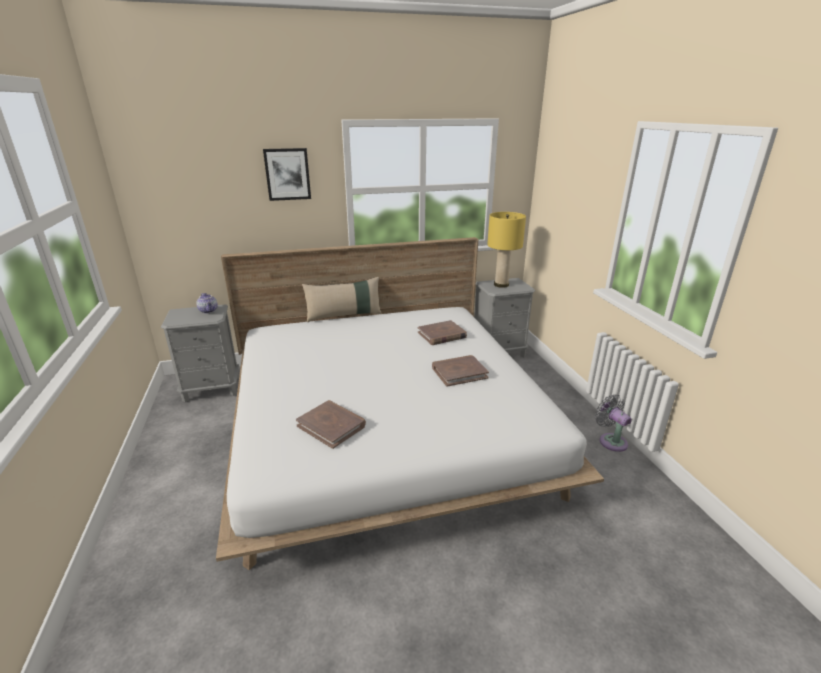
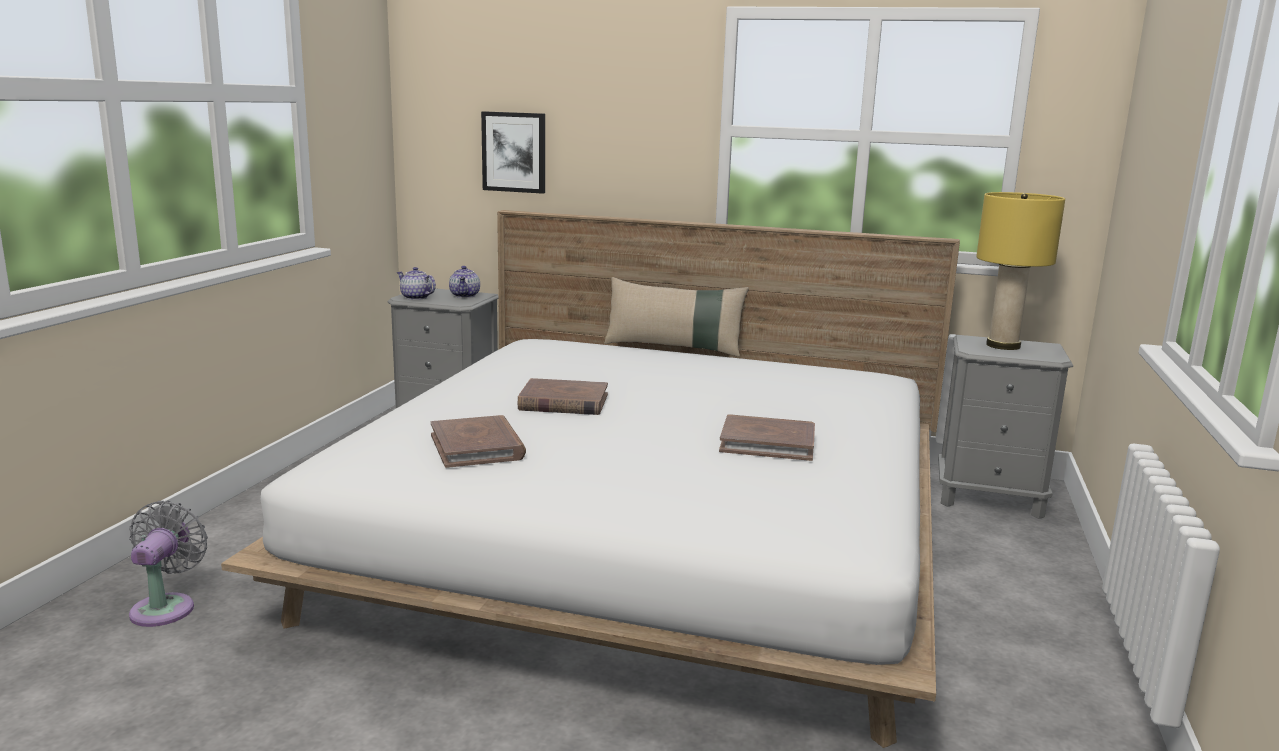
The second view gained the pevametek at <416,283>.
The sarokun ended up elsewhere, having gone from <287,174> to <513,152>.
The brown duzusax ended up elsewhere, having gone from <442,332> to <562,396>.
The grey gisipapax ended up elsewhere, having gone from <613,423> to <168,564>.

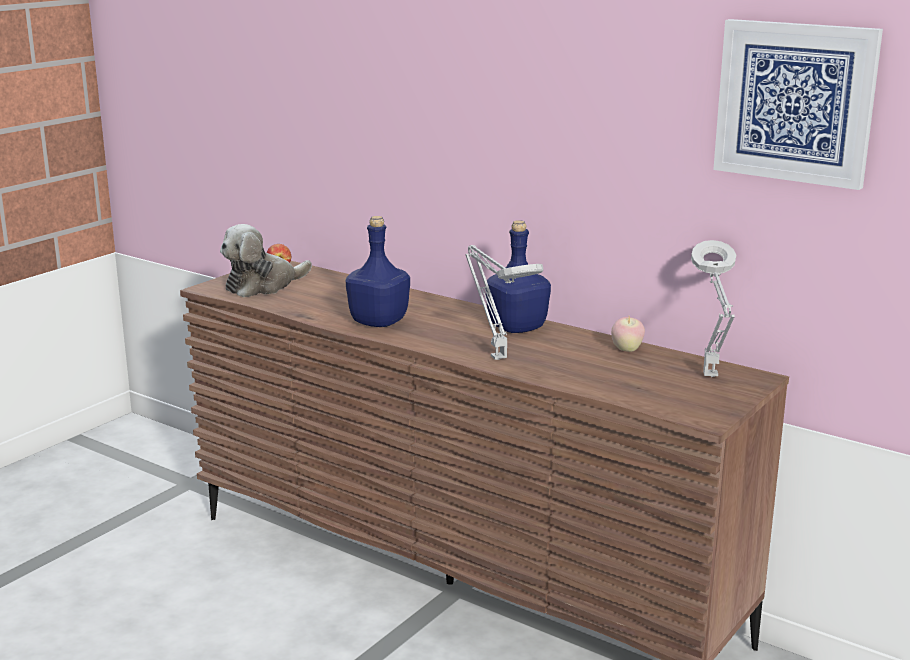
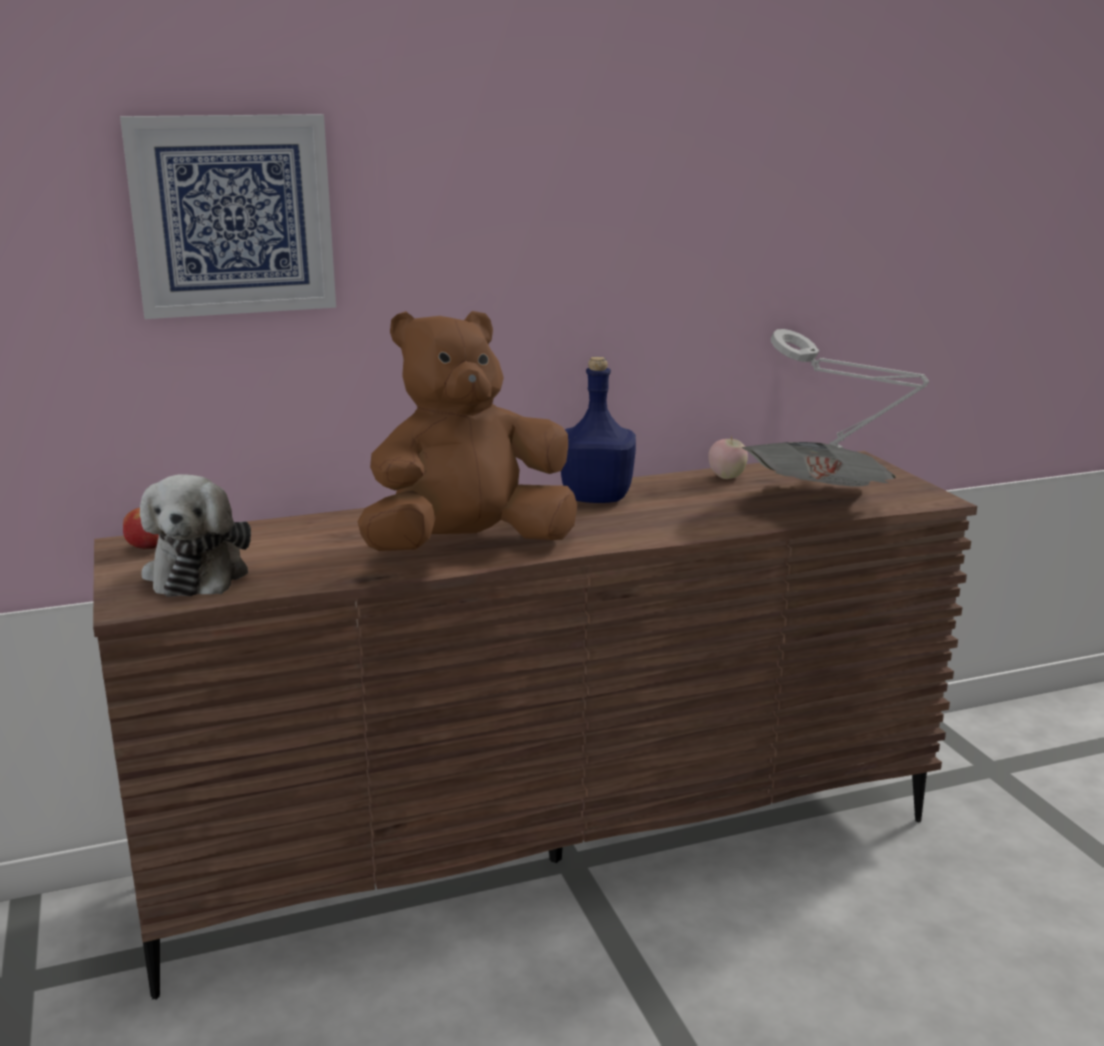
The second view lost the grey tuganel at <505,302>.
The second view gained the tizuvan at <819,464>.
The sarokun ended up elsewhere, having gone from <798,104> to <228,216>.
Where the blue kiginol stood at <378,271>, the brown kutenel came to stand at <467,431>.

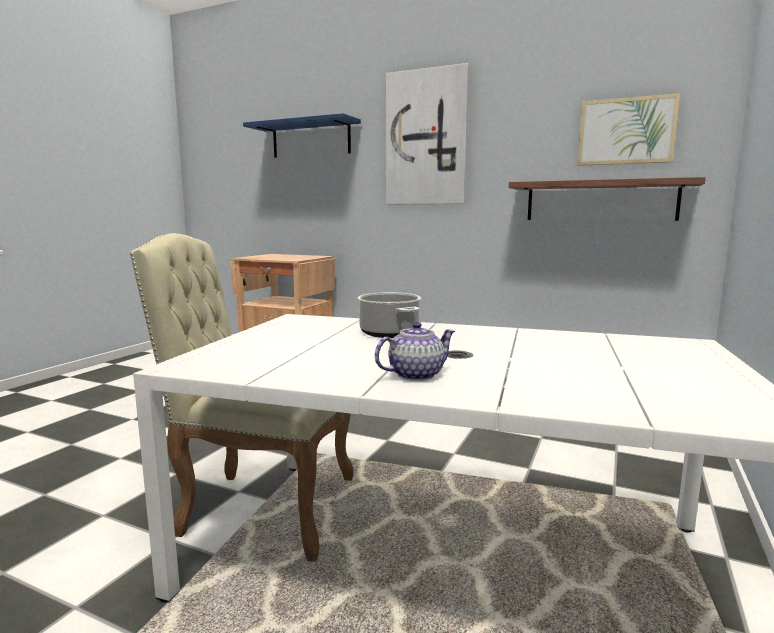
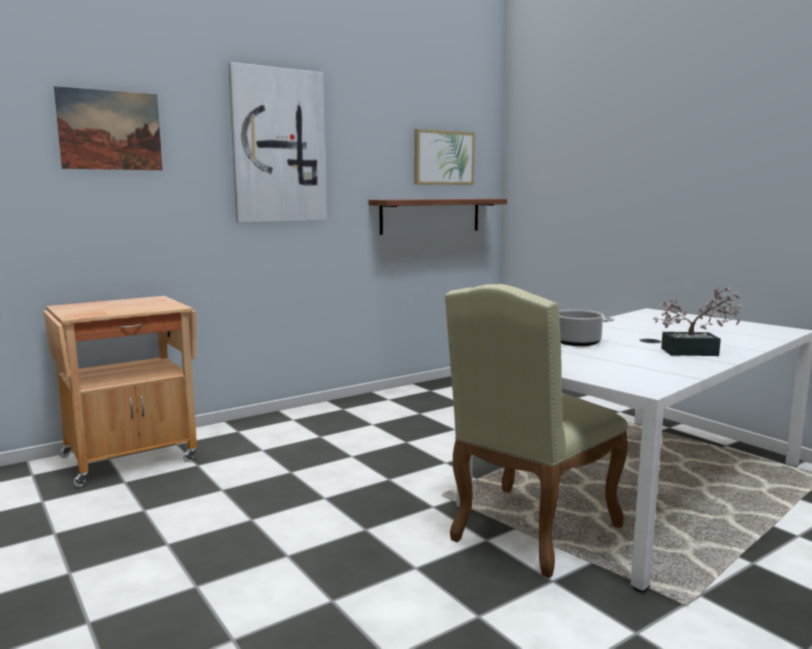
Where the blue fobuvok hung at <302,135>, the sarokun came to hang at <108,128>.
Where the pevametek stood at <415,351>, the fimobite came to stand at <697,321>.

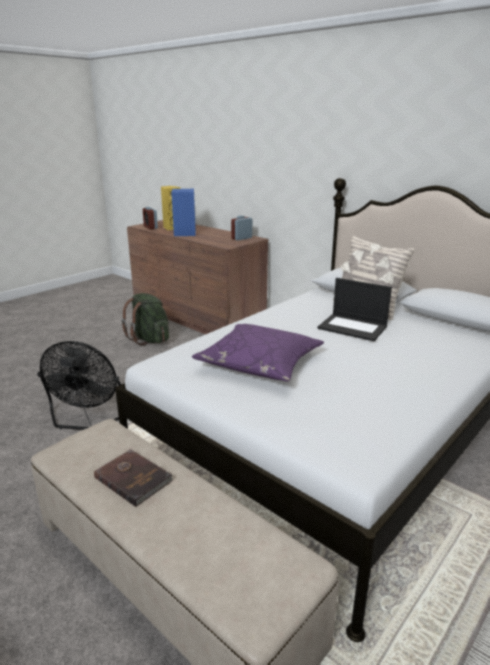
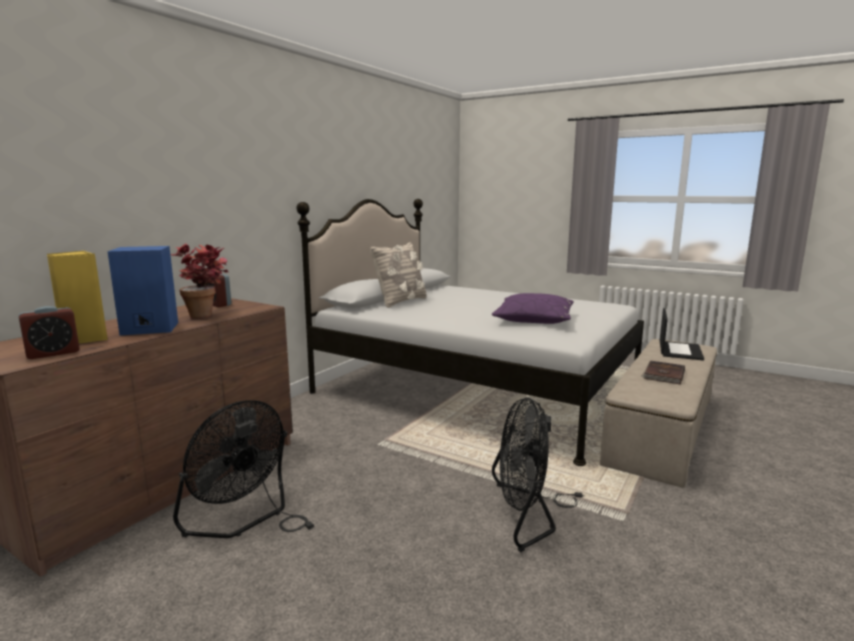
The second view gained the fimobite at <199,281>.
The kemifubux ended up elsewhere, having gone from <354,309> to <682,334>.
Where the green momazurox stood at <145,319>, the black gisipapax came to stand at <243,469>.

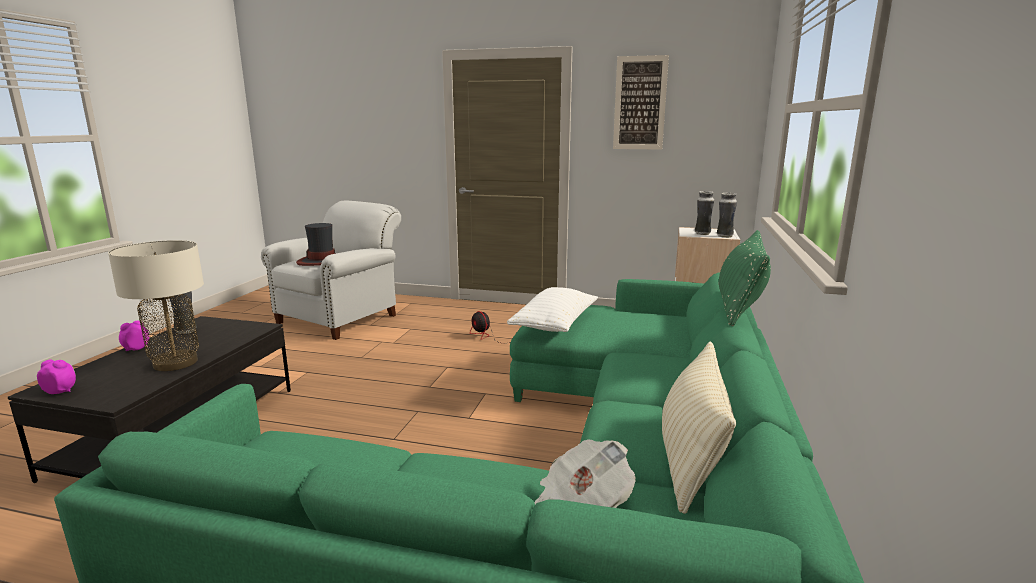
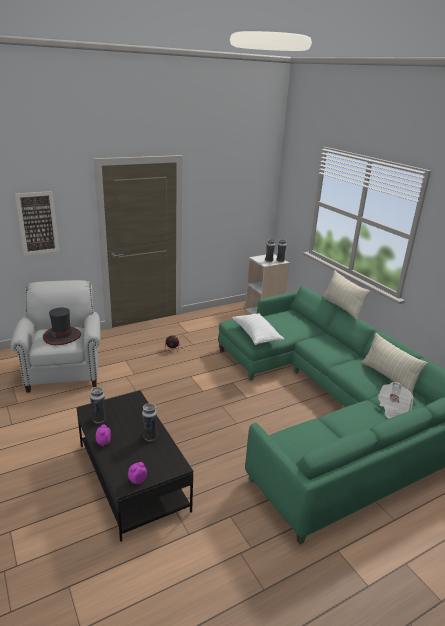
The sarokun ended up elsewhere, having gone from <641,102> to <37,223>.
Where the tuganel stood at <156,305>, the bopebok came to stand at <149,422>.
What was the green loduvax at <745,278> turned into the beige loduvax at <347,295>.

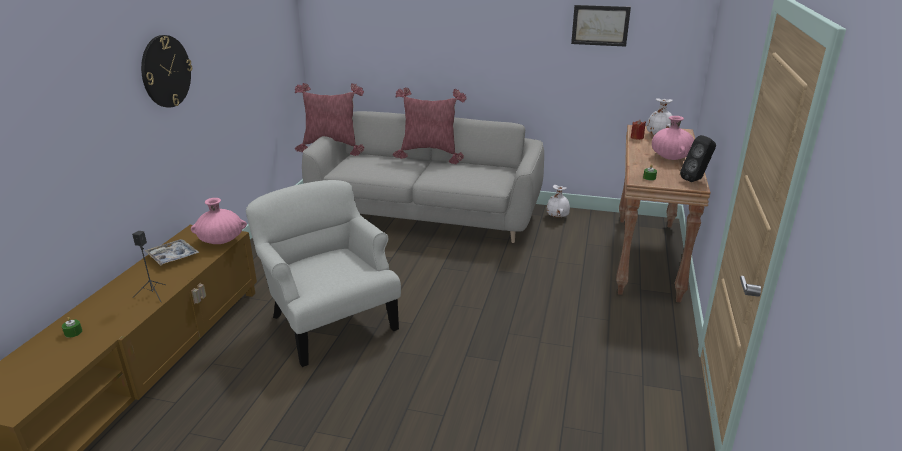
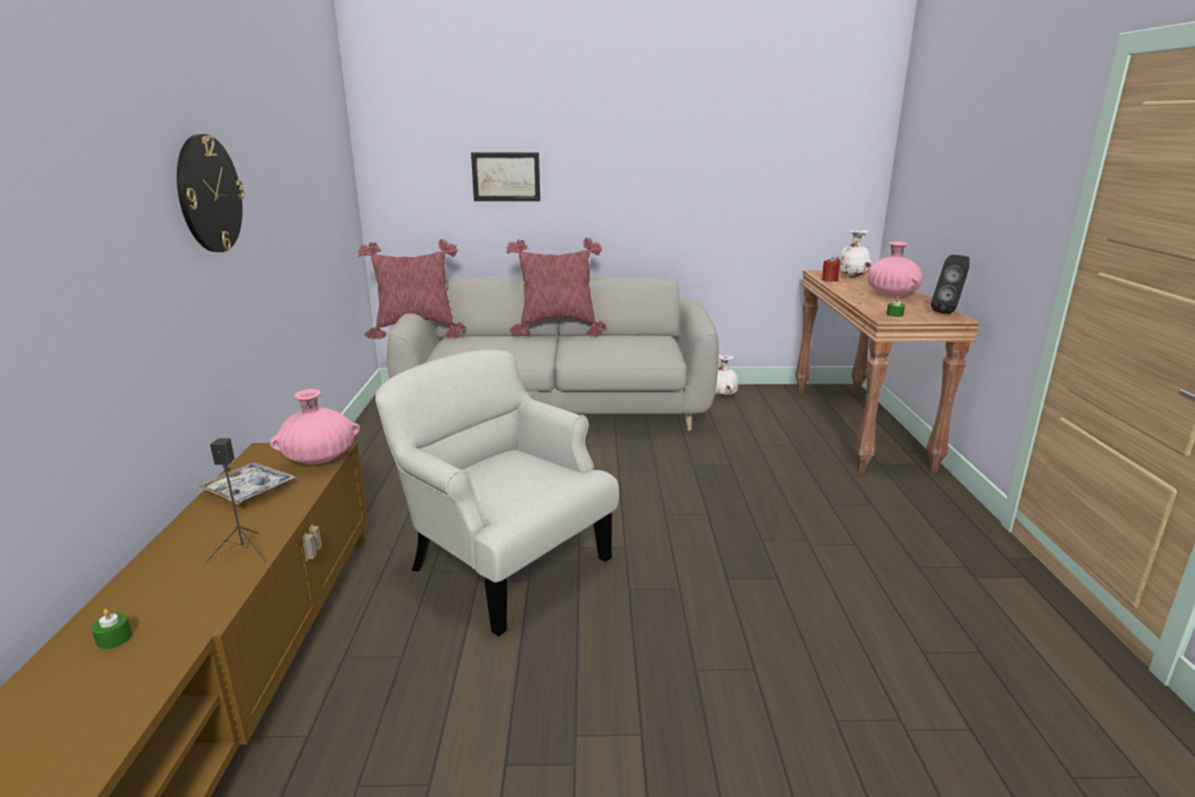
The sarokun ended up elsewhere, having gone from <601,26> to <505,176>.

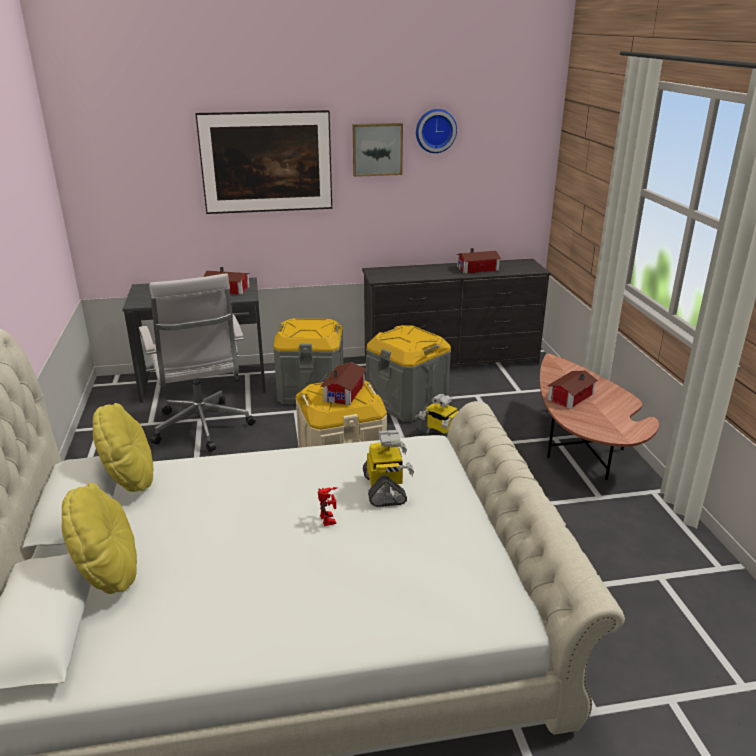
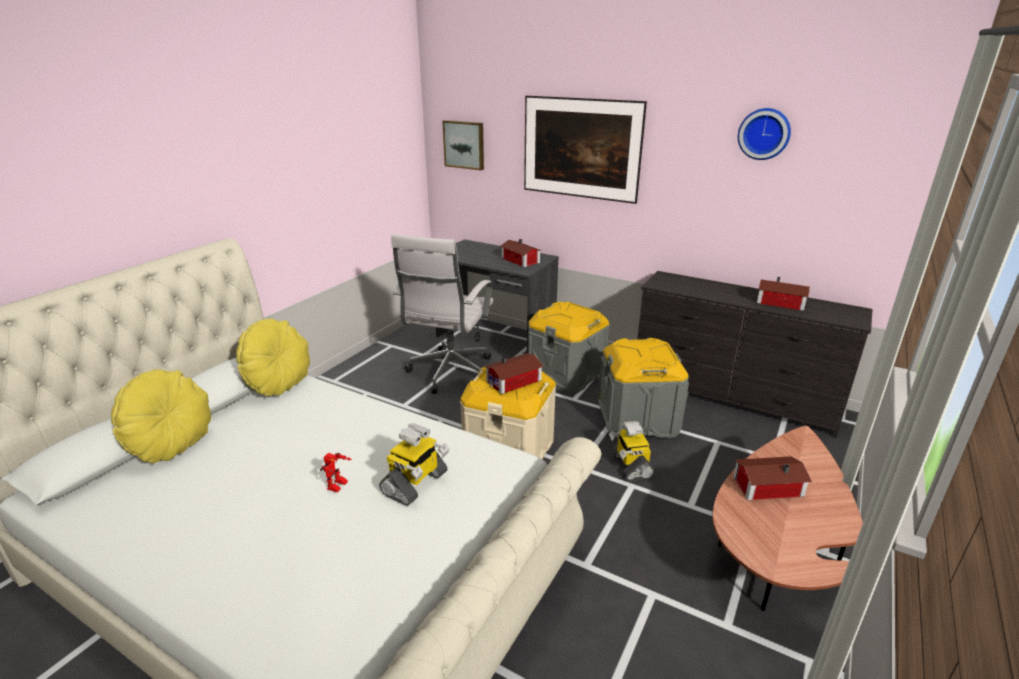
The sarokun ended up elsewhere, having gone from <378,150> to <463,145>.

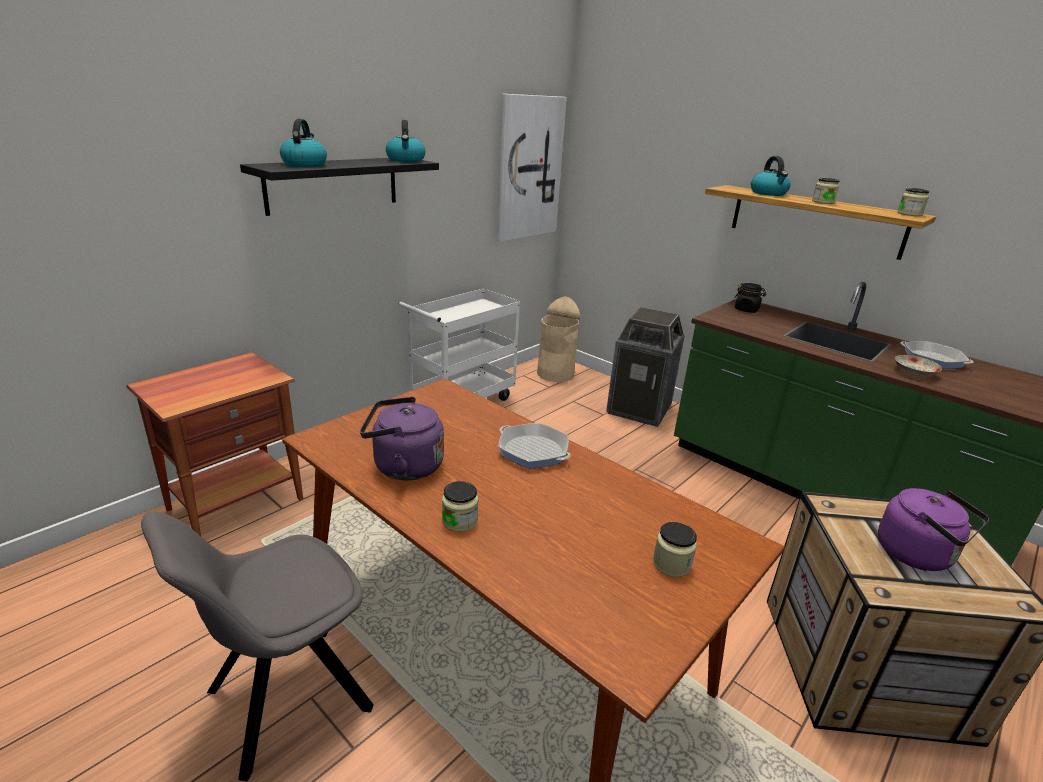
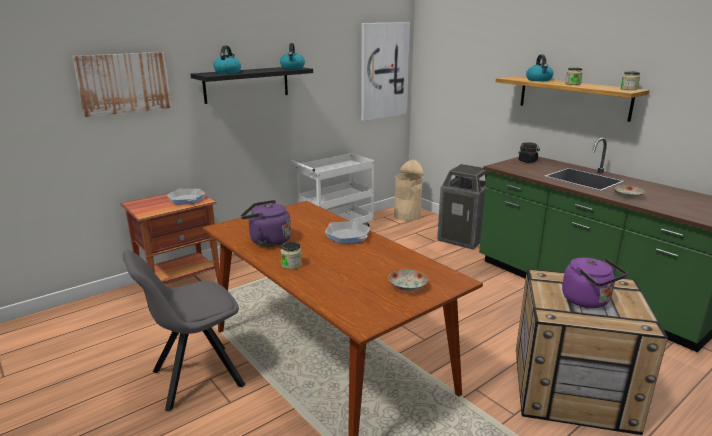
The second view gained the sarokun at <122,84>.
The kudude ended up elsewhere, having gone from <936,355> to <186,197>.
Where the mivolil stood at <675,549>, the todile came to stand at <408,280>.

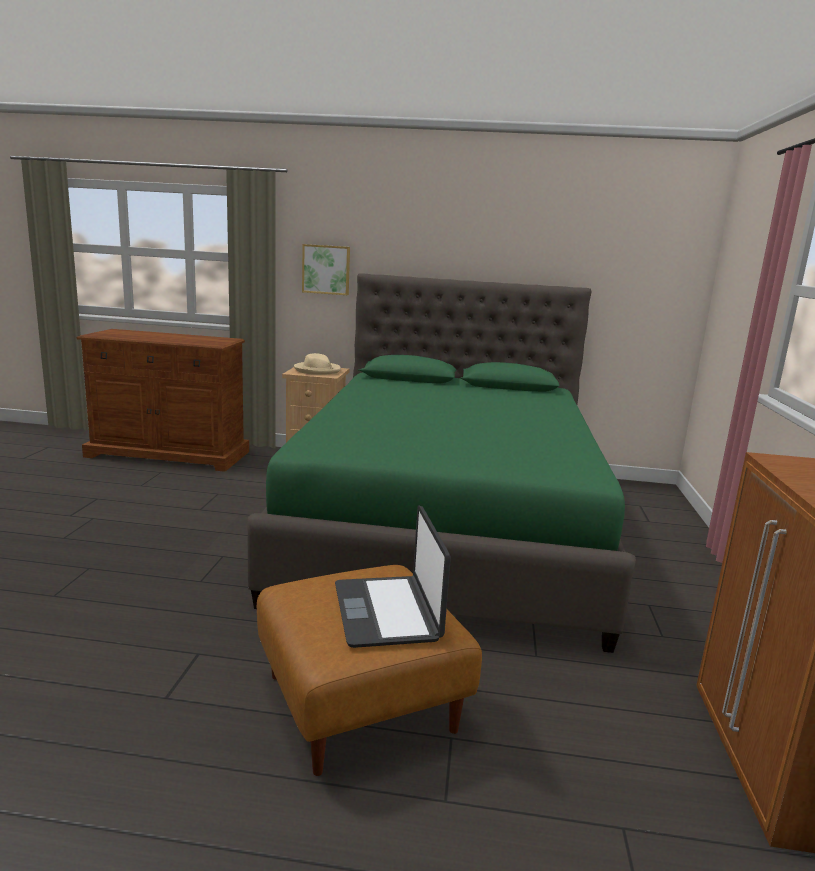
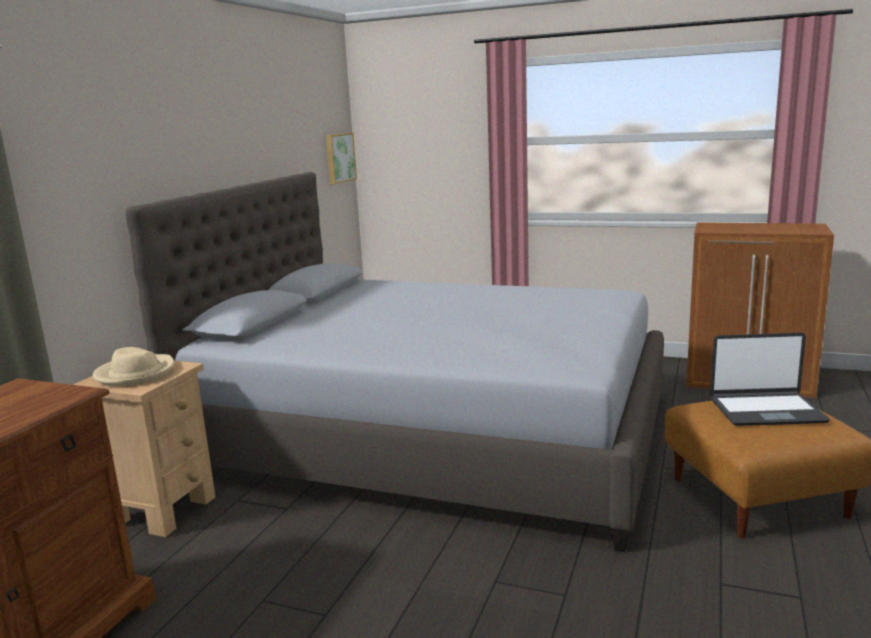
The sarokun ended up elsewhere, having gone from <326,269> to <341,158>.
What was the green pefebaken at <441,463> turned into the grey pefebaken at <395,362>.

